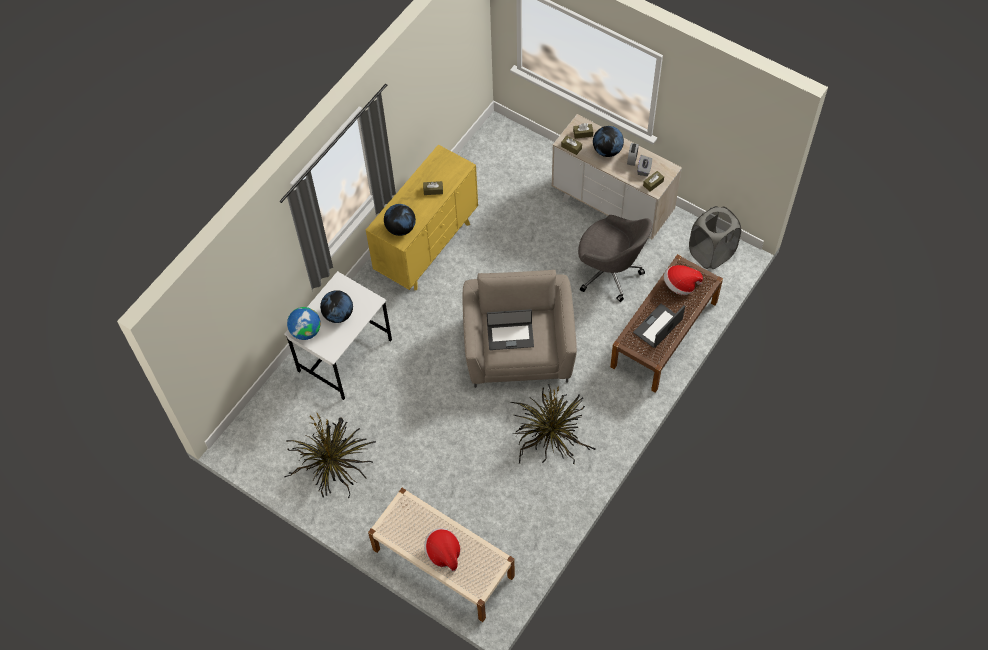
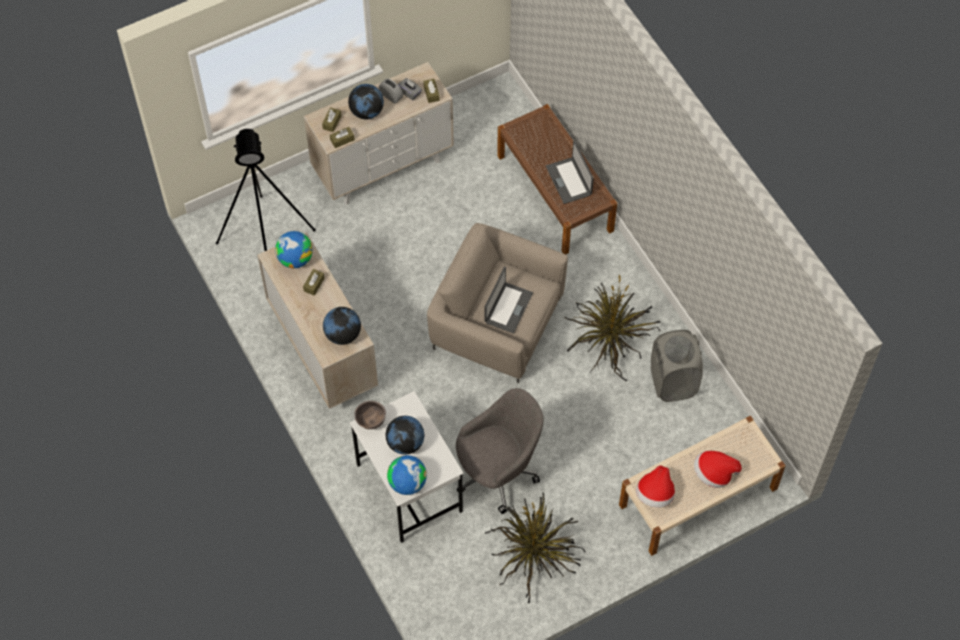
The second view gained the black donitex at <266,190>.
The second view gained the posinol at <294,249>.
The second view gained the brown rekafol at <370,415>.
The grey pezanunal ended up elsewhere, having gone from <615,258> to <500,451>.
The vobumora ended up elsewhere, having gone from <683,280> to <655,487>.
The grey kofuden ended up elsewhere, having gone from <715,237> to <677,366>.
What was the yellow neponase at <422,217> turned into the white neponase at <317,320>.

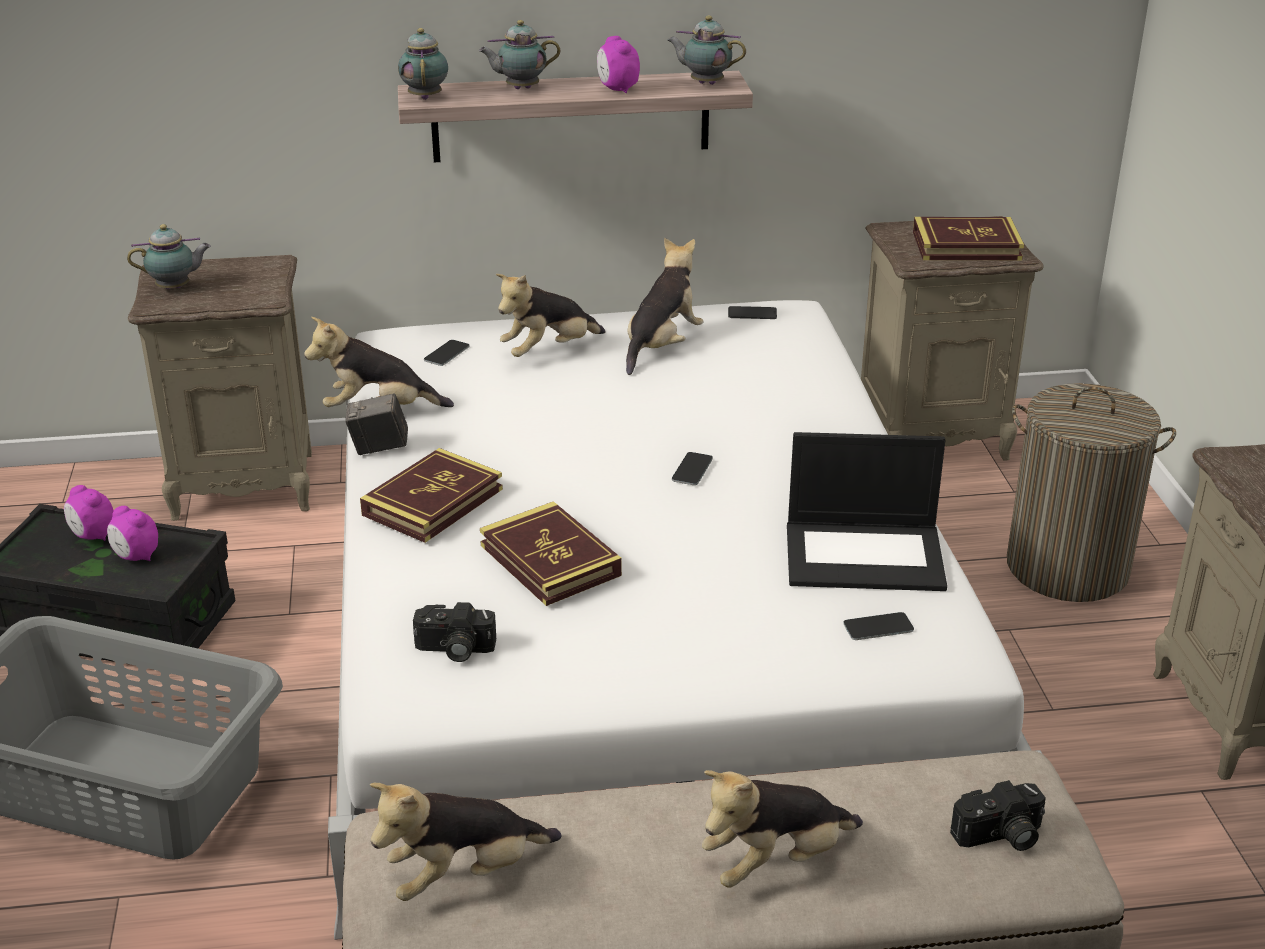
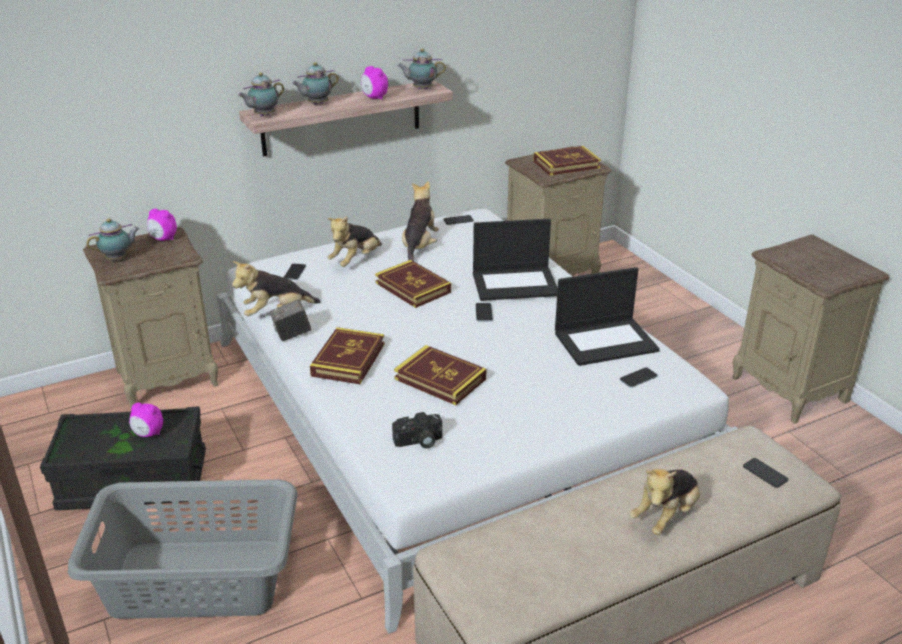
The second view lost the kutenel at <466,842>.
The second view lost the kofuden at <1091,492>.
The second view gained the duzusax at <413,284>.
The second view gained the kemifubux at <515,260>.
The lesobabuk ended up elsewhere, having gone from <89,513> to <162,225>.
Where the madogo stood at <998,815>, the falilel came to stand at <765,473>.
The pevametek at <423,64> ended up facing another way, 105 degrees counterclockwise from before.

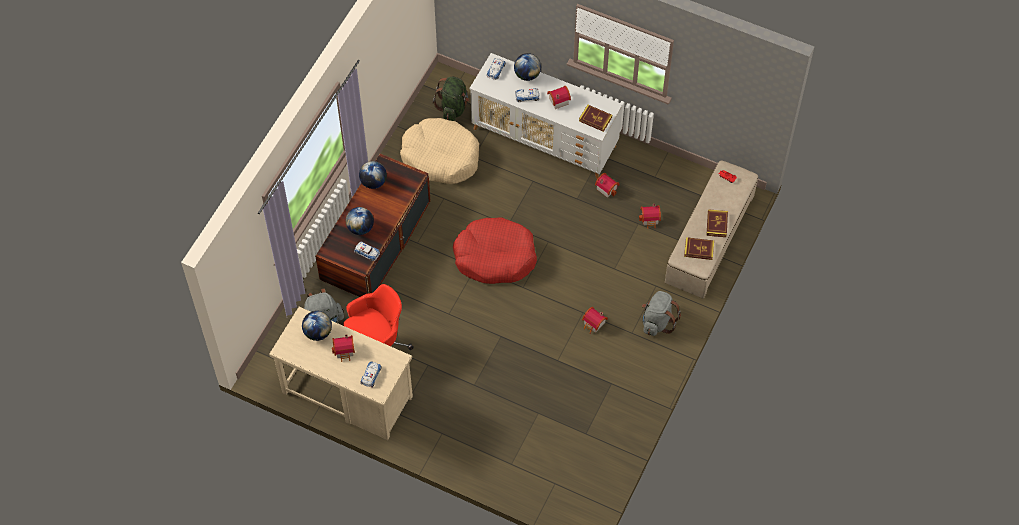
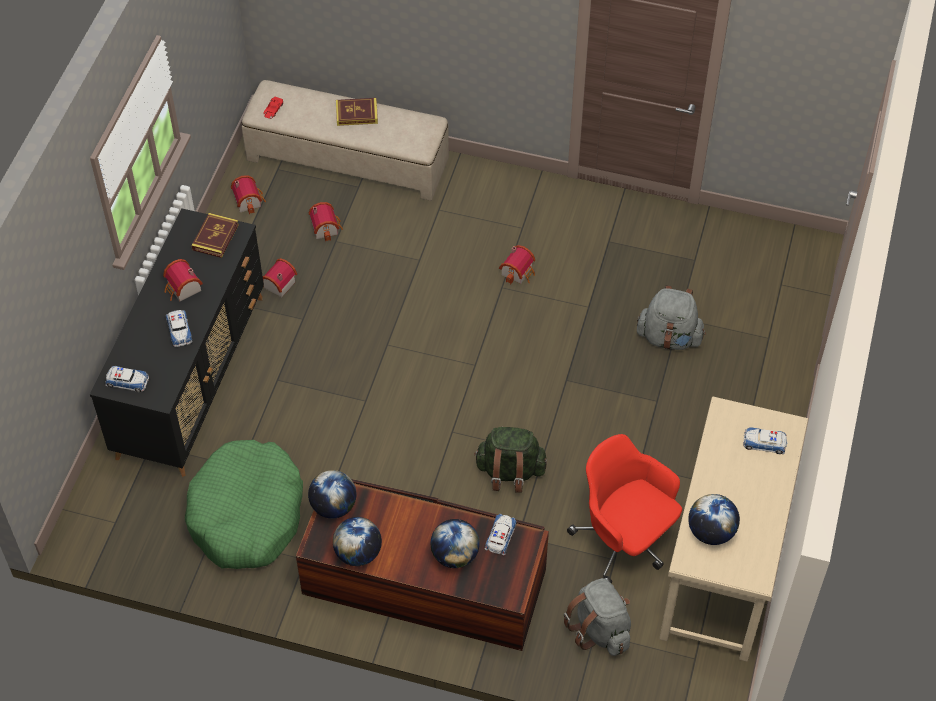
The second view lost the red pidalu at <495,250>.
The second view lost the duzusax at <699,248>.
The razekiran ended up elsewhere, having gone from <343,348> to <248,194>.
The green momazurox ended up elsewhere, having gone from <451,99> to <510,460>.
The posinol ended up elsewhere, having gone from <527,67> to <332,494>.
The grey momazurox ended up elsewhere, having gone from <661,313> to <671,318>.
What was the beige pidalu at <439,151> turned into the green pidalu at <244,504>.
What was the white neponase at <546,116> turned into the black neponase at <177,342>.

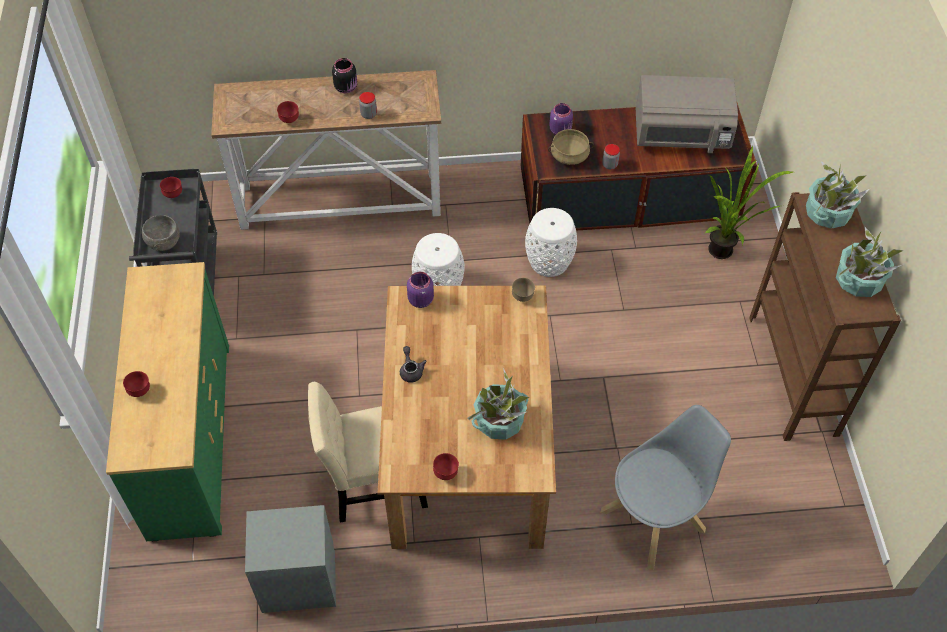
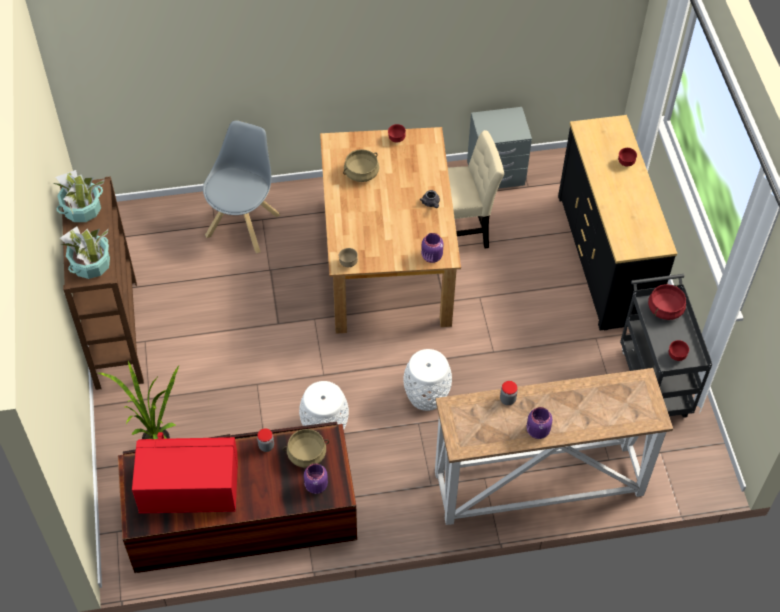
The second view lost the red rekafol at <288,112>.
Where the grey rekafol stood at <161,233>, the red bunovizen came to stand at <667,302>.
Where the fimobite stood at <498,404>, the beige bunovizen came to stand at <361,165>.
What was the green neponase at <167,401> turned into the black neponase at <617,222>.
What was the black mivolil at <344,75> turned into the purple mivolil at <539,423>.
What was the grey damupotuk at <687,114> turned into the red damupotuk at <185,473>.
The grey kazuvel at <665,487> ended up facing another way, 150 degrees clockwise from before.

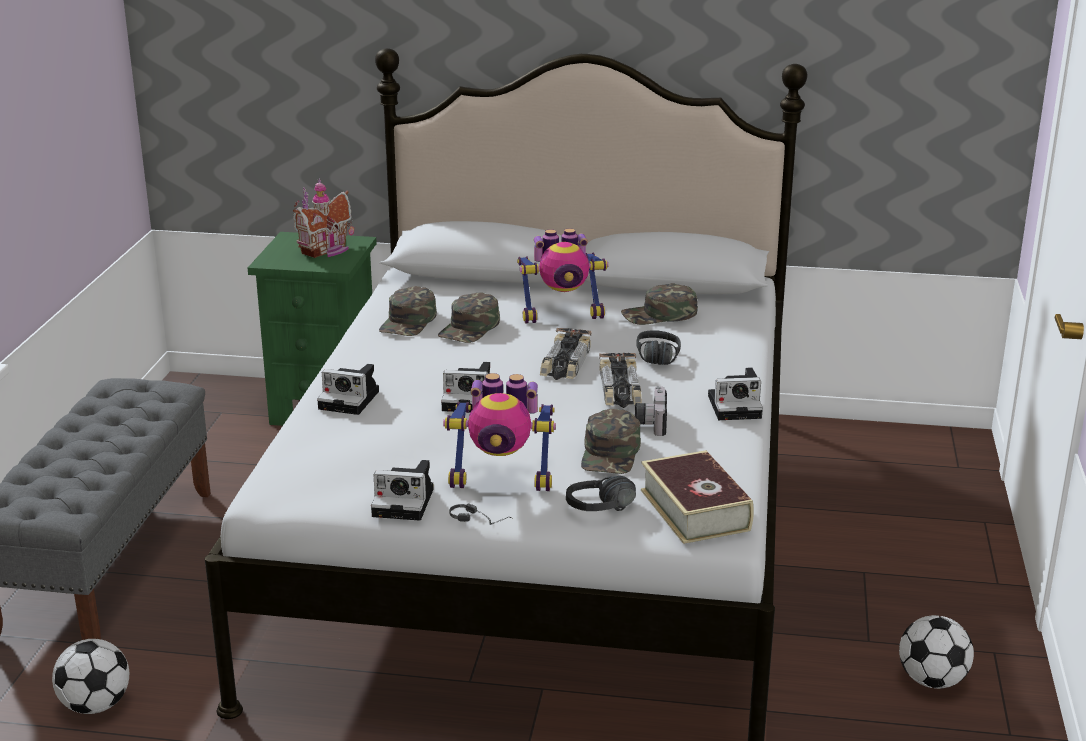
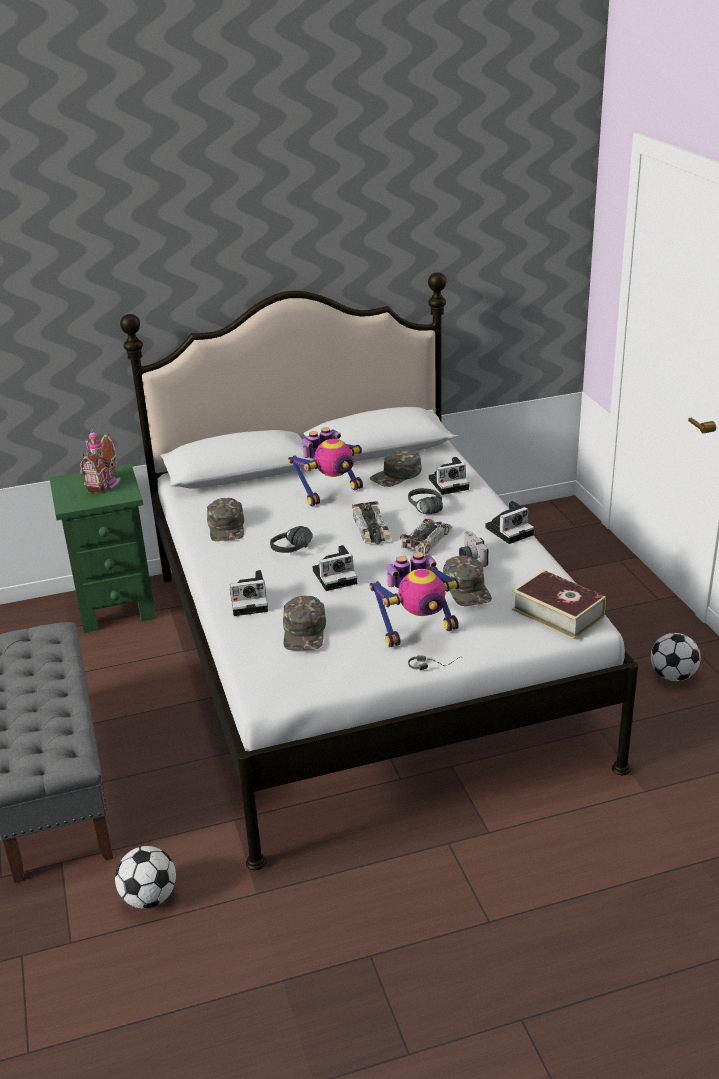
The madogo ended up elsewhere, having gone from <402,490> to <449,476>.
The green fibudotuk ended up elsewhere, having gone from <469,317> to <304,623>.
The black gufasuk ended up elsewhere, having gone from <601,493> to <291,539>.
The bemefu at <620,380> ended up facing another way, 120 degrees counterclockwise from before.

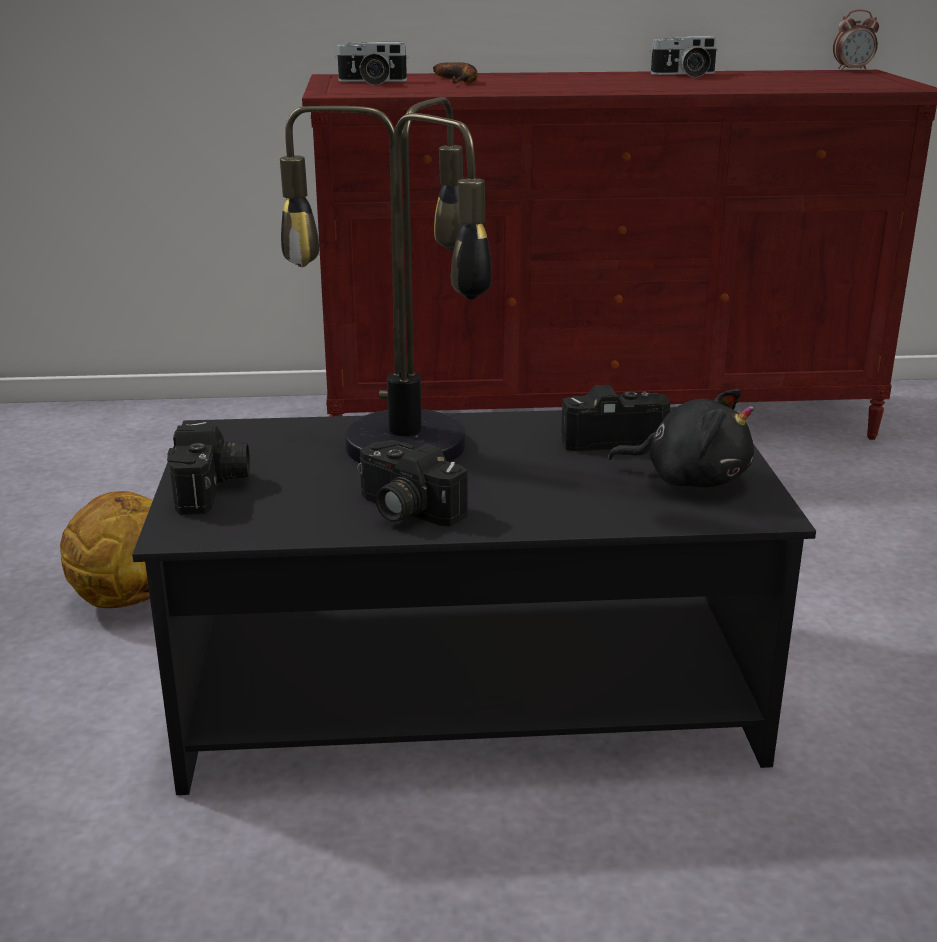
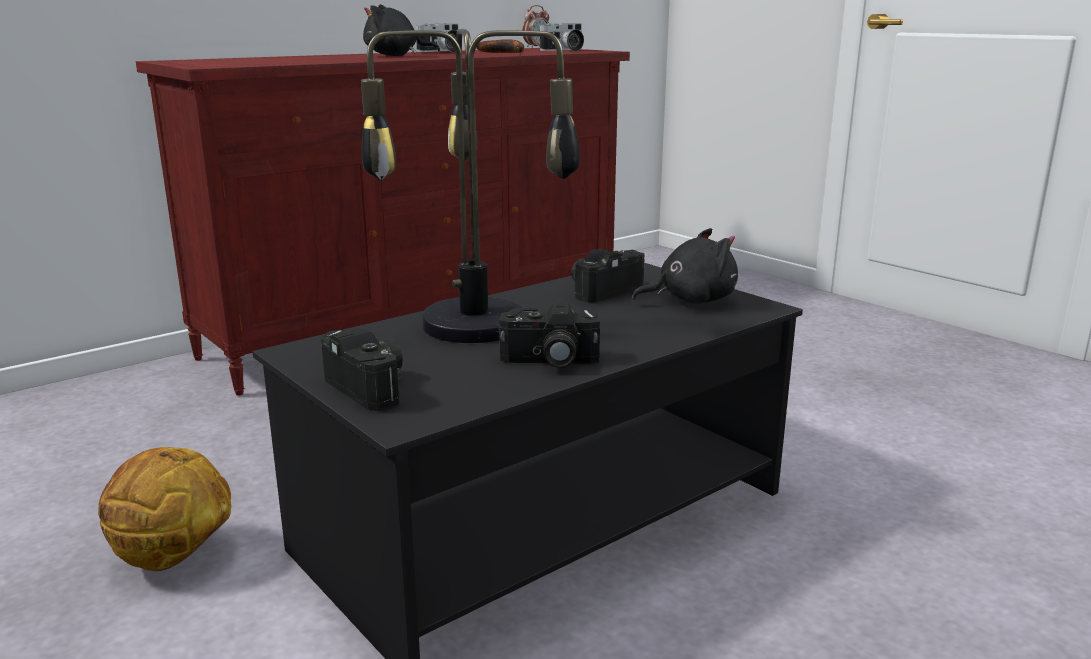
The second view gained the black kutenel at <401,30>.
The madogo ended up elsewhere, having gone from <372,63> to <562,37>.
The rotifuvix ended up elsewhere, having gone from <455,72> to <500,46>.

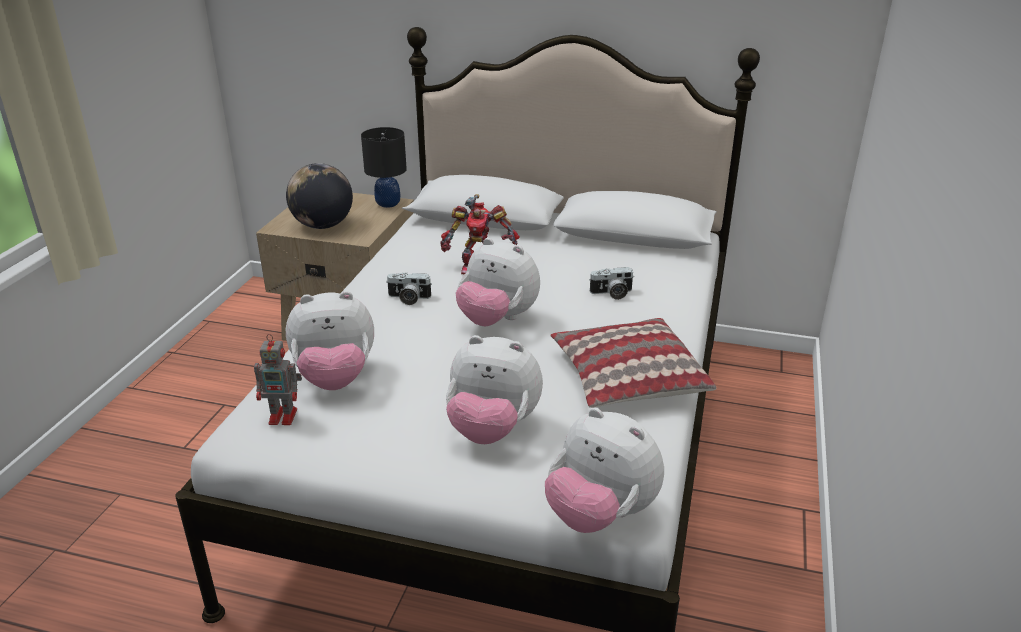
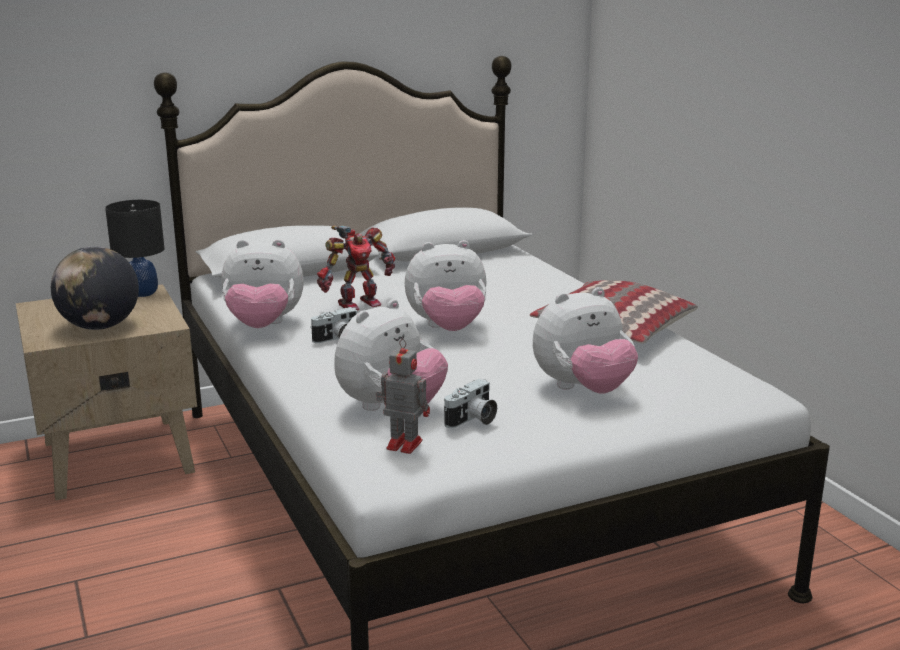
The kutenel ended up elsewhere, having gone from <604,470> to <262,283>.
The madogo ended up elsewhere, having gone from <611,283> to <470,403>.
The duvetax at <278,379> ended up facing another way, 120 degrees counterclockwise from before.

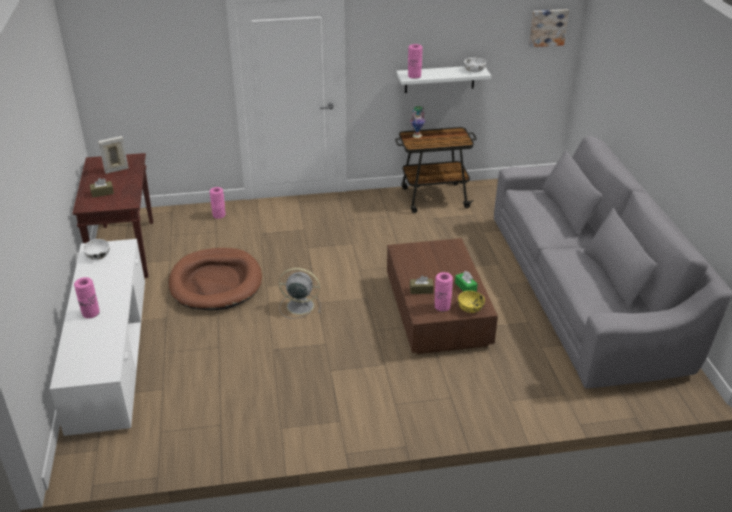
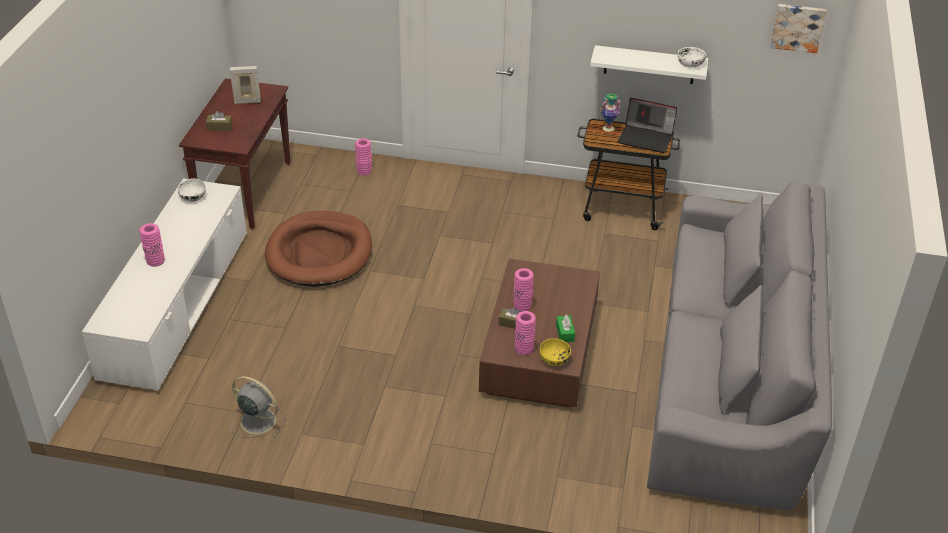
The second view gained the kemifubux at <648,125>.
The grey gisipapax ended up elsewhere, having gone from <300,293> to <257,407>.
The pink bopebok ended up elsewhere, having gone from <415,61> to <524,290>.

